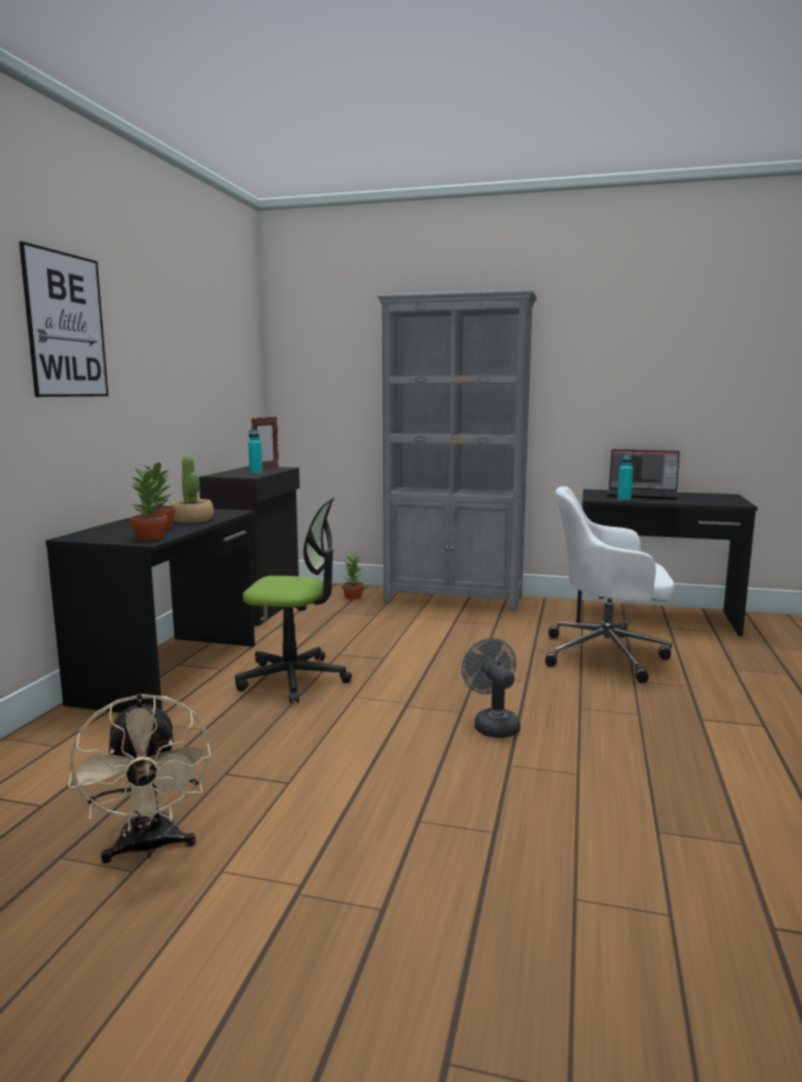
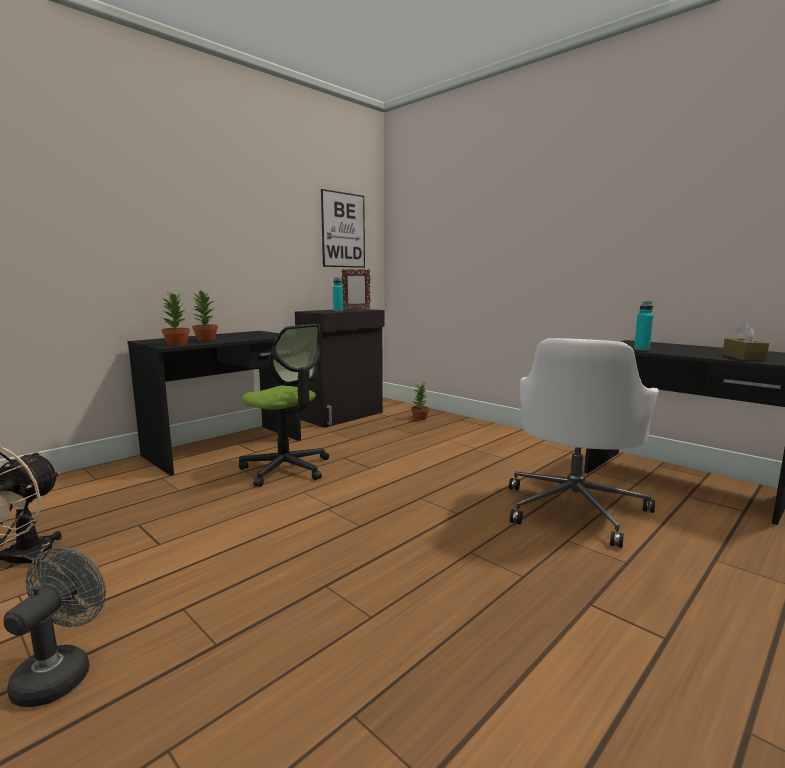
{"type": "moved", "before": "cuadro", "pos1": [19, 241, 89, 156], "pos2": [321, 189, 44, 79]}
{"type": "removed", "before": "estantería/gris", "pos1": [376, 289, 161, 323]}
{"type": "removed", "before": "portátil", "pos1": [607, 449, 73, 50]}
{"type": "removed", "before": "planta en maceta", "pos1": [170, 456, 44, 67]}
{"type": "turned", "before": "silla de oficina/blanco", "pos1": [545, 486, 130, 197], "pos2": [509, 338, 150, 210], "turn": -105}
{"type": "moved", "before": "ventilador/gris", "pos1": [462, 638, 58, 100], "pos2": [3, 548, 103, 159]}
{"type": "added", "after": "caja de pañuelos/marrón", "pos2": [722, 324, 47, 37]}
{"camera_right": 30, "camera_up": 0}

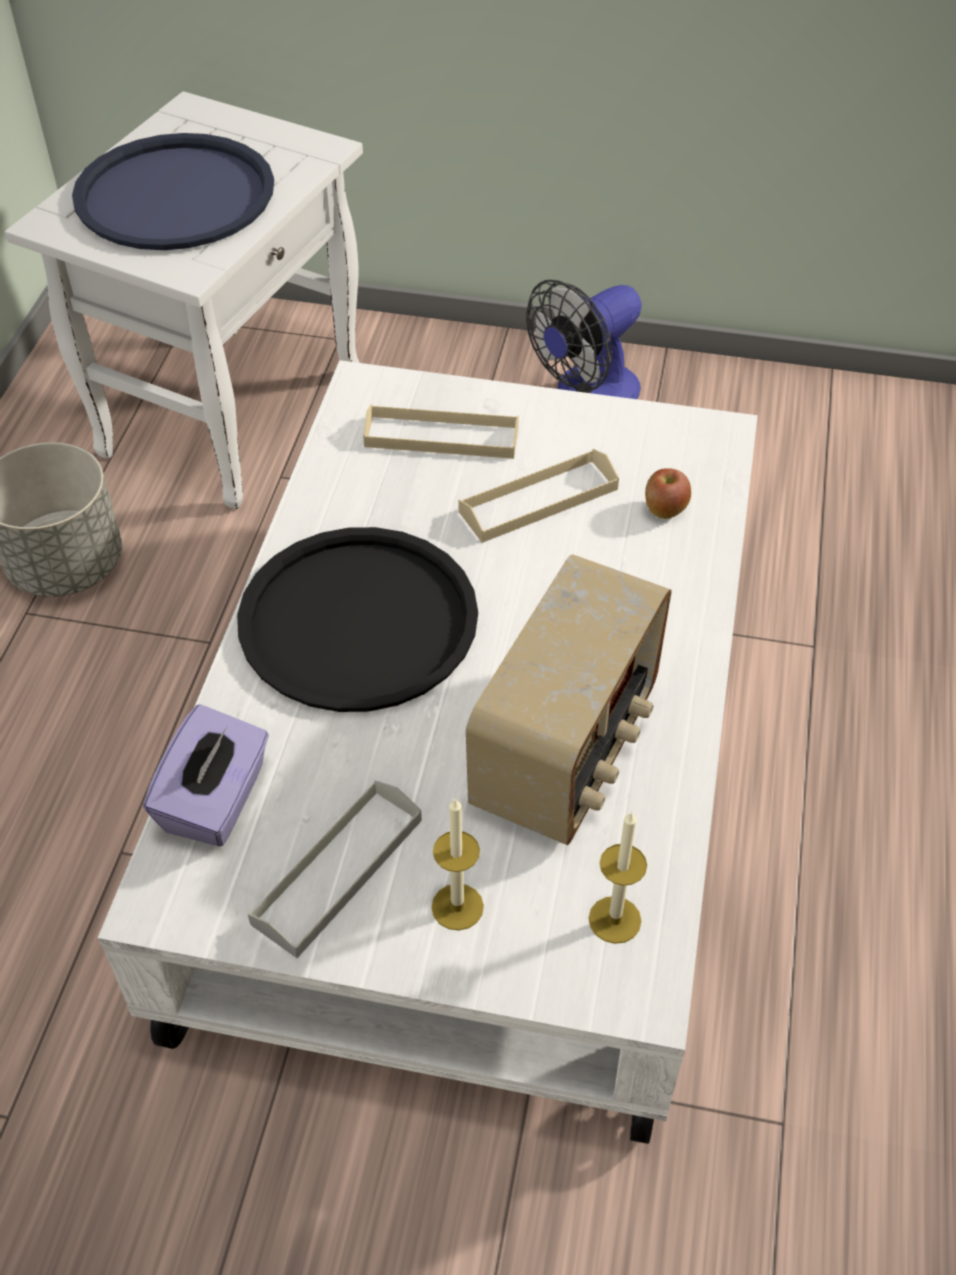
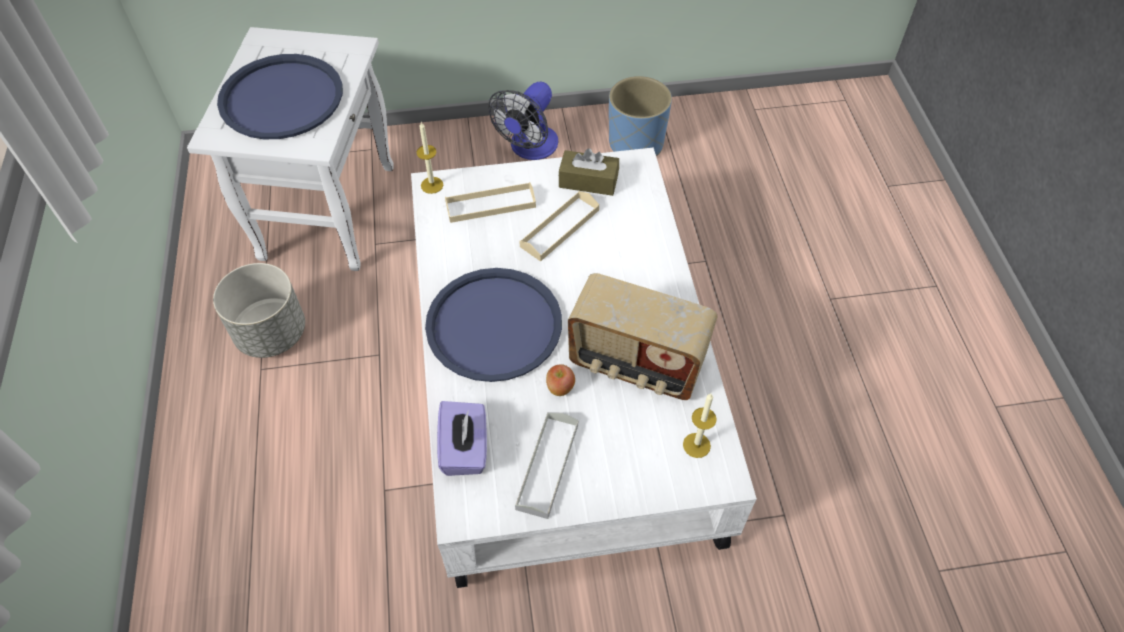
{"type": "moved", "before": "manzana", "pos1": [645, 468, 46, 51], "pos2": [546, 364, 29, 32]}
{"type": "recoloured", "before": "bandeja/negro", "after": "bandeja/azul", "pos1": [237, 527, 241, 185], "pos2": [425, 268, 137, 114]}
{"type": "turned", "before": "radio", "pos1": [466, 554, 205, 291], "pos2": [568, 273, 150, 127], "turn": 105}
{"type": "moved", "before": "vela", "pos1": [431, 798, 53, 133], "pos2": [416, 122, 27, 72]}
{"type": "added", "after": "maceta/azul", "pos2": [609, 76, 63, 80]}
{"type": "added", "after": "caja de pañuelos/marrón", "pos2": [559, 148, 60, 48]}
{"camera_right": -20, "camera_up": 5}

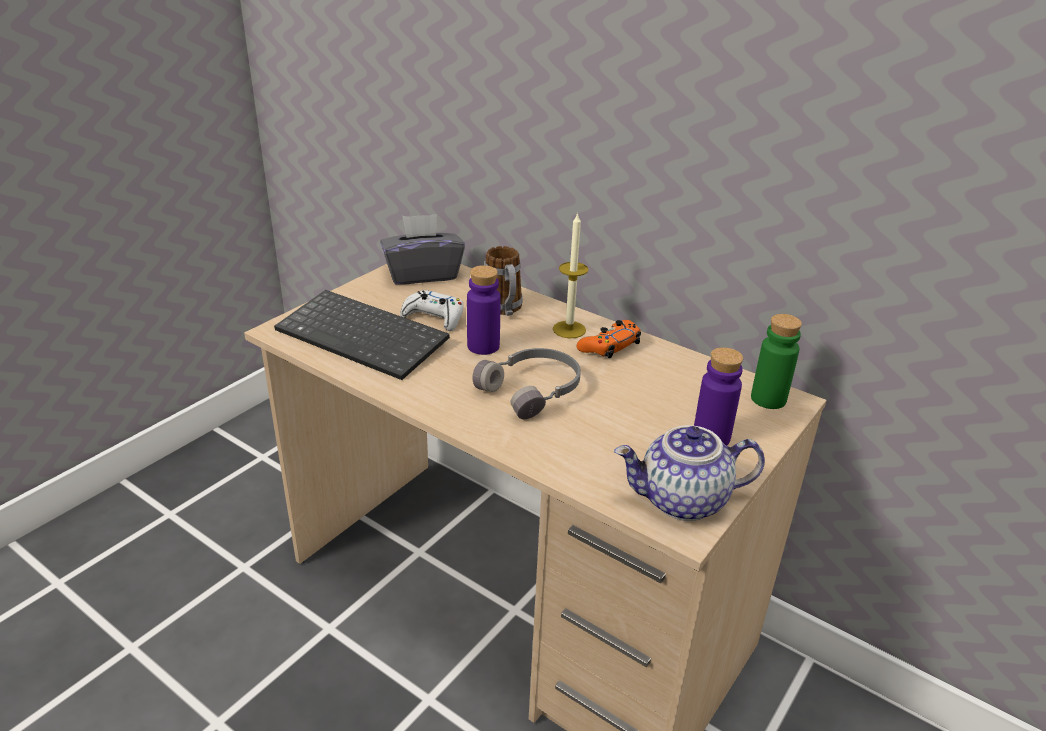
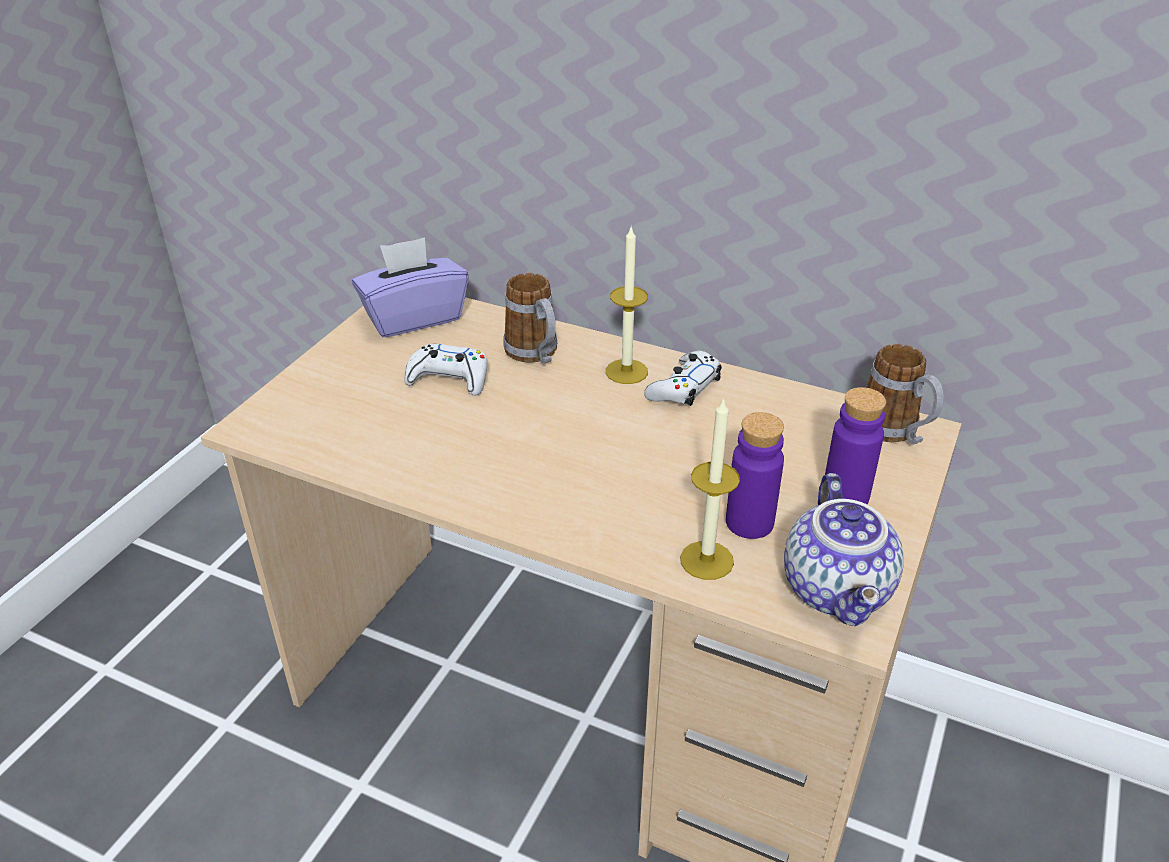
{"type": "recoloured", "before": "caja de pañuelos/gris", "after": "caja de pañuelos/morado", "pos1": [380, 214, 85, 71], "pos2": [352, 237, 117, 100]}
{"type": "moved", "before": "botella/morado", "pos1": [467, 265, 34, 90], "pos2": [726, 412, 58, 127]}
{"type": "removed", "before": "teclado", "pos1": [274, 290, 176, 90]}
{"type": "replaced", "before": "botella/verde", "after": "taza grande", "pos1": [751, 314, 51, 95], "pos2": [867, 344, 77, 101]}
{"type": "recoloured", "before": "mando de consola/naranja", "after": "mando de consola/blanco", "pos1": [577, 320, 64, 38], "pos2": [644, 351, 78, 55]}
{"type": "removed", "before": "auriculares/gris", "pos1": [473, 348, 108, 71]}
{"type": "turned", "before": "tetera", "pos1": [614, 425, 151, 96], "pos2": [784, 473, 120, 153], "turn": -75}
{"type": "added", "after": "vela", "pos2": [680, 397, 60, 183]}
{"camera_right": -10, "camera_up": 5}

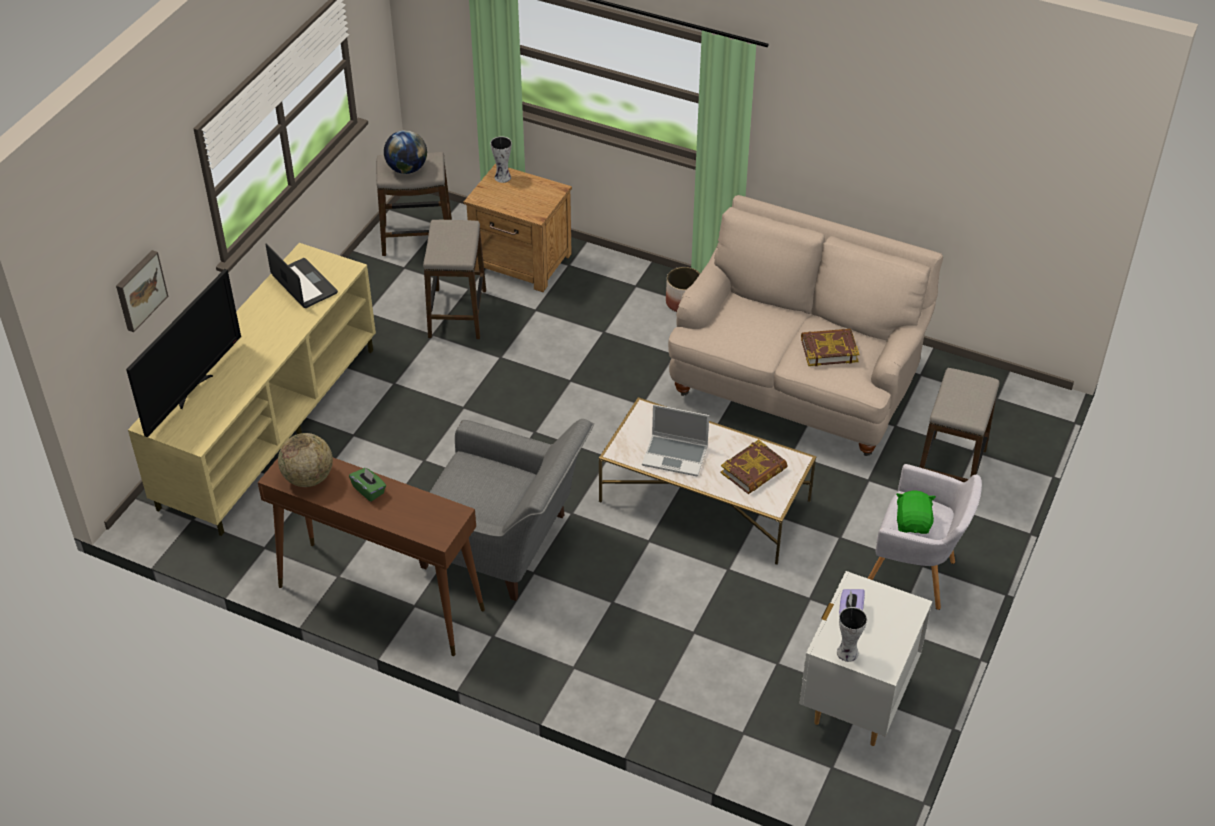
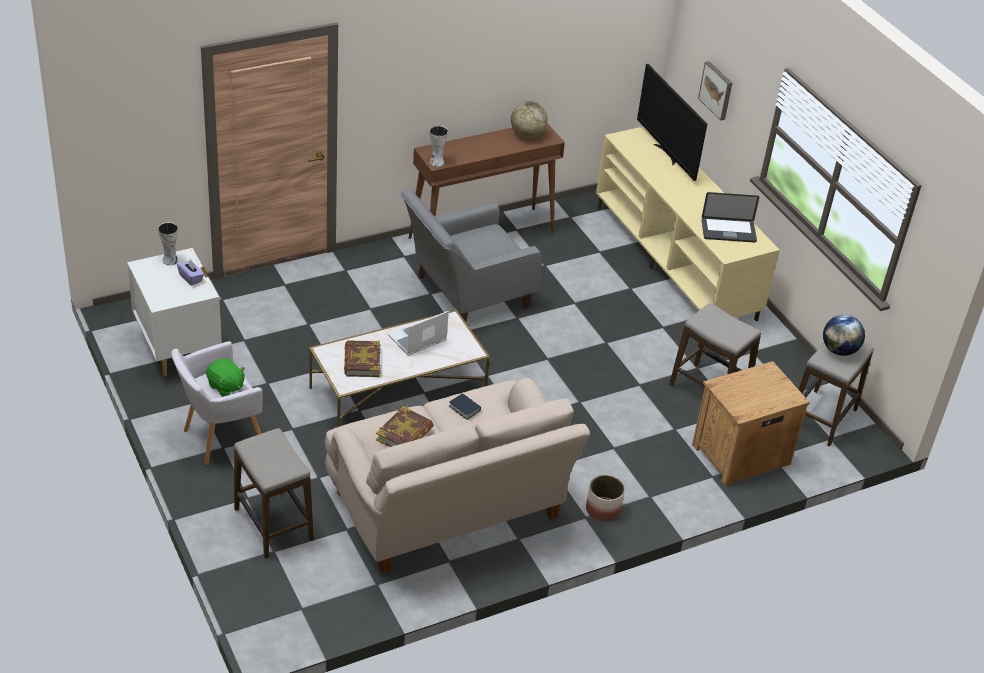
{"type": "moved", "before": "florero", "pos1": [490, 136, 22, 47], "pos2": [430, 126, 18, 41]}
{"type": "removed", "before": "caja de pañuelos/verde", "pos1": [349, 467, 37, 35]}
{"type": "added", "after": "libro", "pos2": [449, 393, 32, 27]}
{"camera_right": 125, "camera_up": -5}

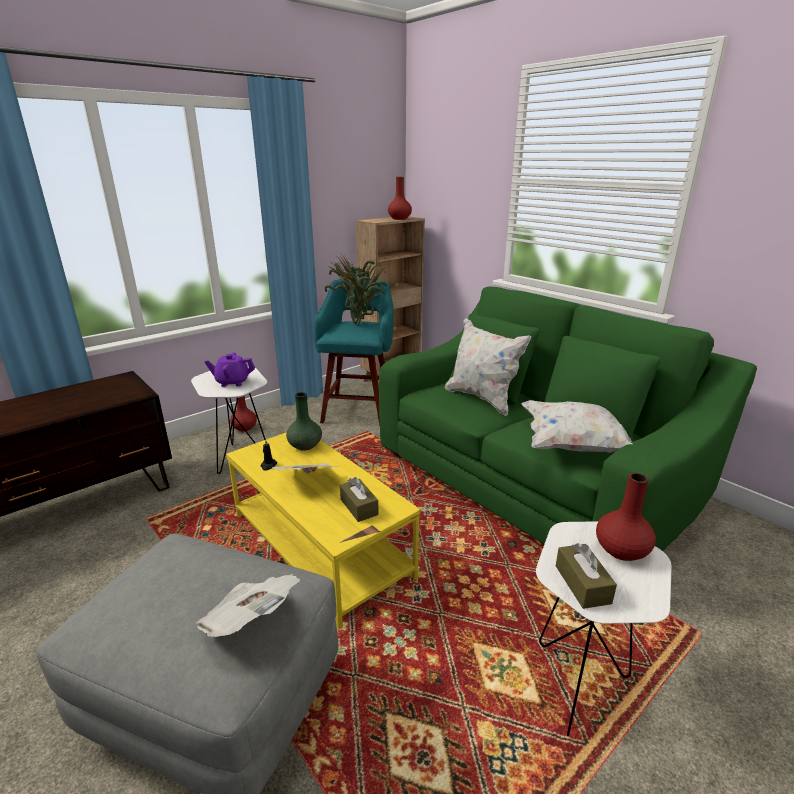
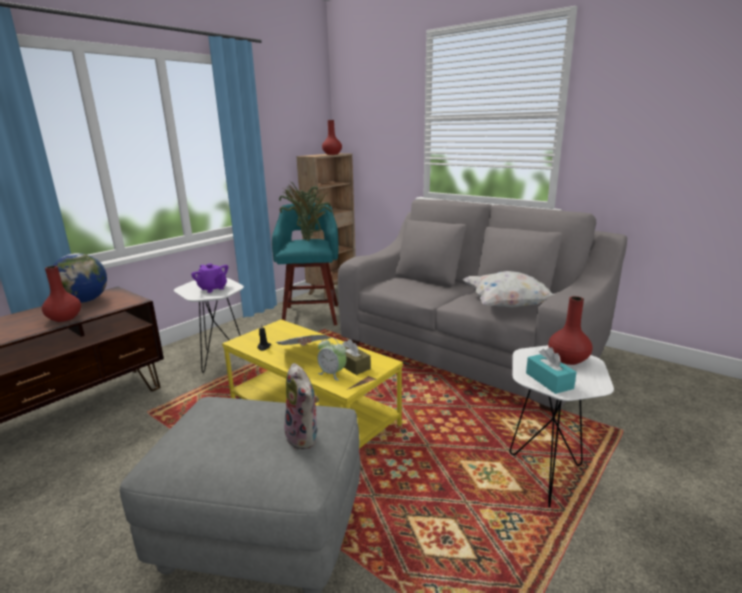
{"type": "recoloured", "before": "sofá/verde", "after": "sofá/gris", "pos1": [379, 286, 378, 265], "pos2": [338, 199, 289, 213]}
{"type": "removed", "before": "cojín/blanco", "pos1": [445, 318, 86, 98]}
{"type": "turned", "before": "tetera/morado", "pos1": [205, 353, 50, 34], "pos2": [191, 264, 37, 29], "turn": -120}
{"type": "removed", "before": "florero/verde", "pos1": [286, 392, 36, 59]}
{"type": "moved", "before": "florero/rojo", "pos1": [230, 396, 27, 35], "pos2": [42, 266, 39, 56]}
{"type": "recoloured", "before": "caja de pañuelos/marrón", "after": "caja de pañuelos/turquesa", "pos1": [556, 543, 61, 66], "pos2": [526, 347, 51, 47]}
{"type": "replaced", "before": "periódico", "after": "peluche", "pos1": [196, 574, 104, 63], "pos2": [284, 363, 35, 86]}
{"type": "added", "after": "globo terráqueo", "pos2": [53, 253, 54, 50]}
{"type": "added", "after": "despertador", "pos2": [317, 337, 30, 44]}
{"camera_right": -10, "camera_up": -5}

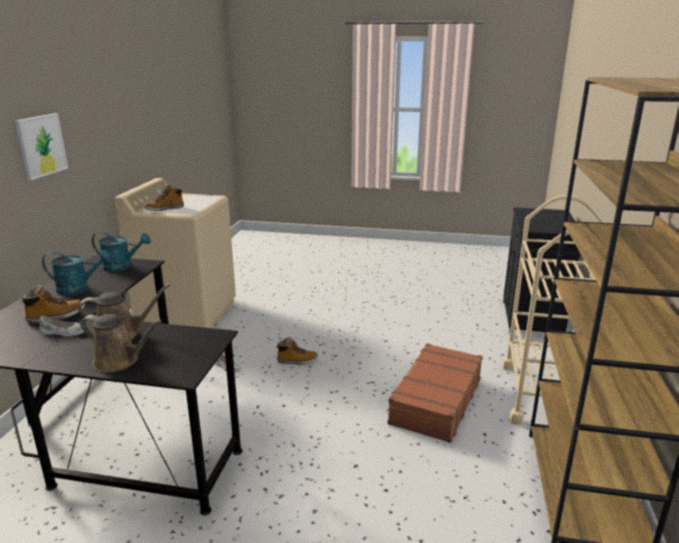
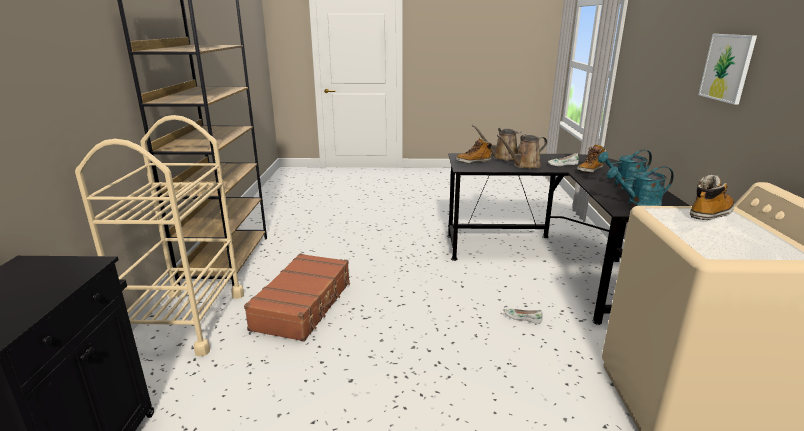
{"type": "moved", "before": "bota", "pos1": [276, 337, 42, 28], "pos2": [456, 137, 36, 26]}
{"camera_right": 170, "camera_up": 0}

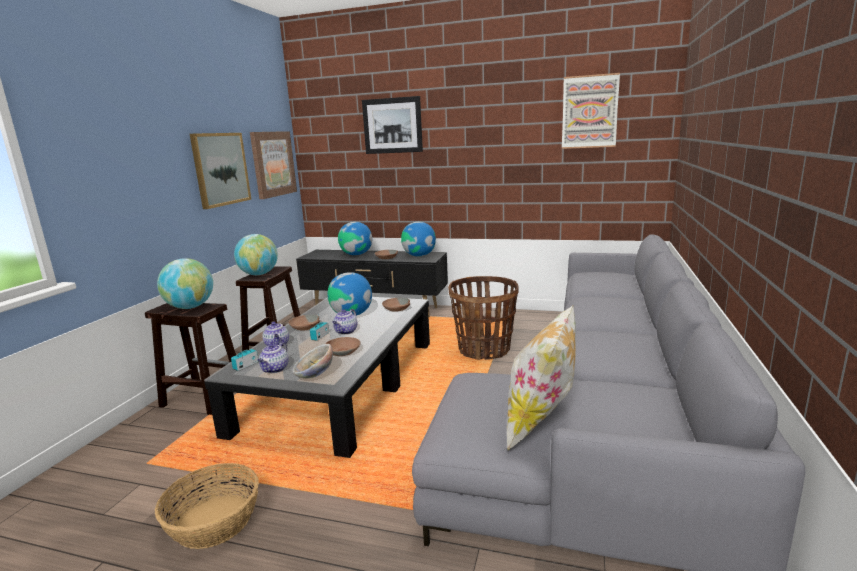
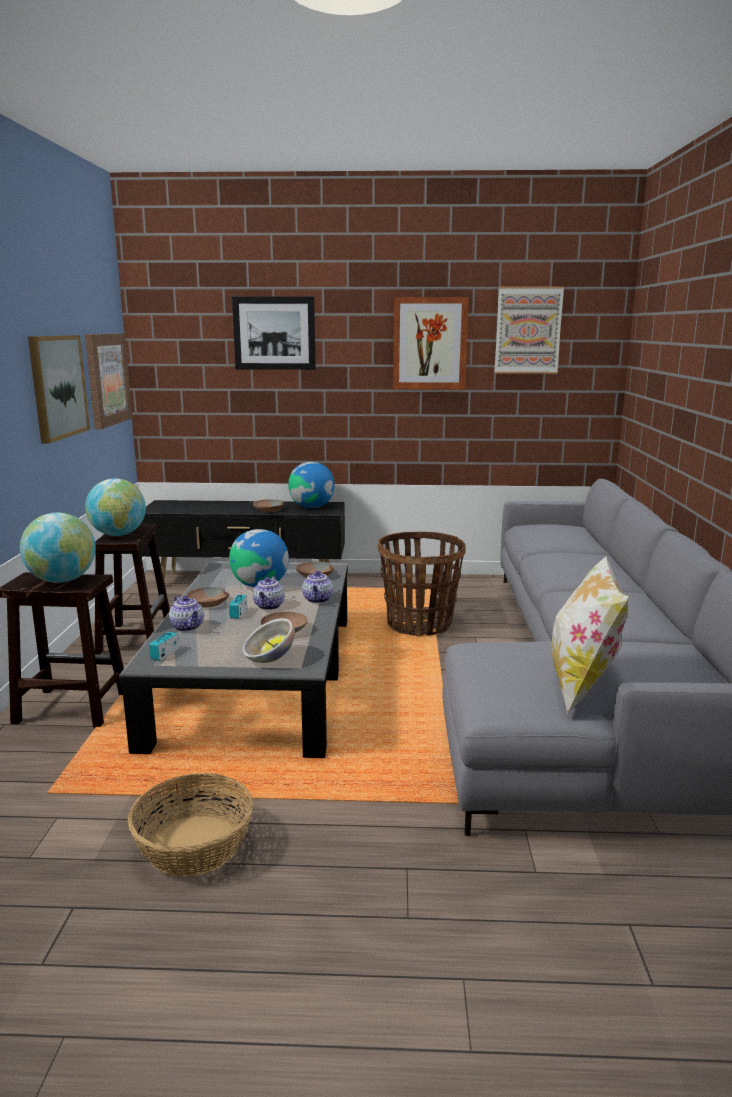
{"type": "removed", "before": "globo terráqueo", "pos1": [338, 222, 34, 33]}
{"type": "moved", "before": "tetera", "pos1": [258, 342, 31, 31], "pos2": [302, 571, 31, 32]}
{"type": "added", "after": "cuadro", "pos2": [393, 297, 76, 93]}
{"camera_right": -15, "camera_up": 0}

